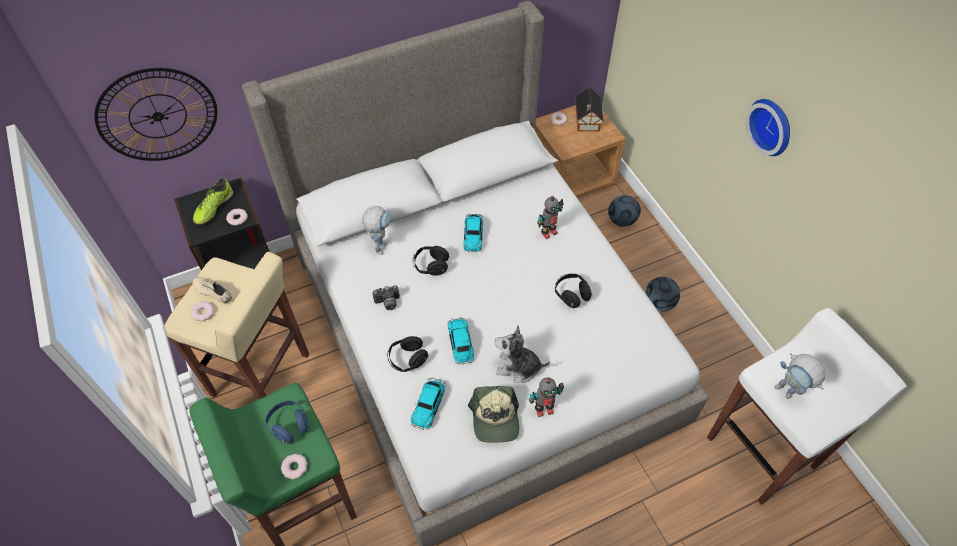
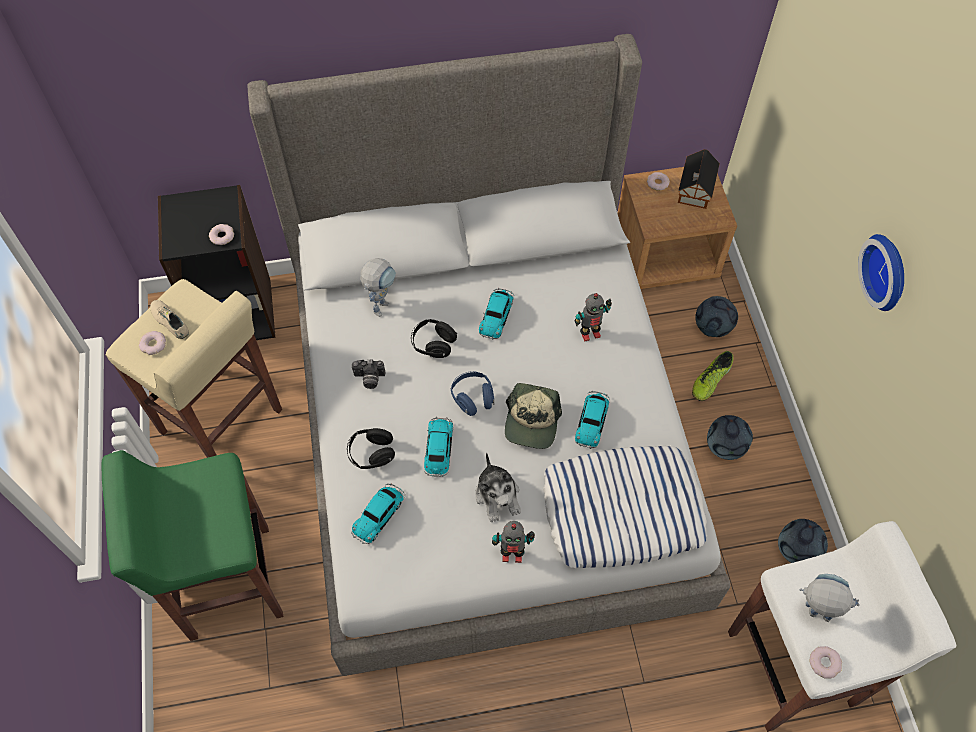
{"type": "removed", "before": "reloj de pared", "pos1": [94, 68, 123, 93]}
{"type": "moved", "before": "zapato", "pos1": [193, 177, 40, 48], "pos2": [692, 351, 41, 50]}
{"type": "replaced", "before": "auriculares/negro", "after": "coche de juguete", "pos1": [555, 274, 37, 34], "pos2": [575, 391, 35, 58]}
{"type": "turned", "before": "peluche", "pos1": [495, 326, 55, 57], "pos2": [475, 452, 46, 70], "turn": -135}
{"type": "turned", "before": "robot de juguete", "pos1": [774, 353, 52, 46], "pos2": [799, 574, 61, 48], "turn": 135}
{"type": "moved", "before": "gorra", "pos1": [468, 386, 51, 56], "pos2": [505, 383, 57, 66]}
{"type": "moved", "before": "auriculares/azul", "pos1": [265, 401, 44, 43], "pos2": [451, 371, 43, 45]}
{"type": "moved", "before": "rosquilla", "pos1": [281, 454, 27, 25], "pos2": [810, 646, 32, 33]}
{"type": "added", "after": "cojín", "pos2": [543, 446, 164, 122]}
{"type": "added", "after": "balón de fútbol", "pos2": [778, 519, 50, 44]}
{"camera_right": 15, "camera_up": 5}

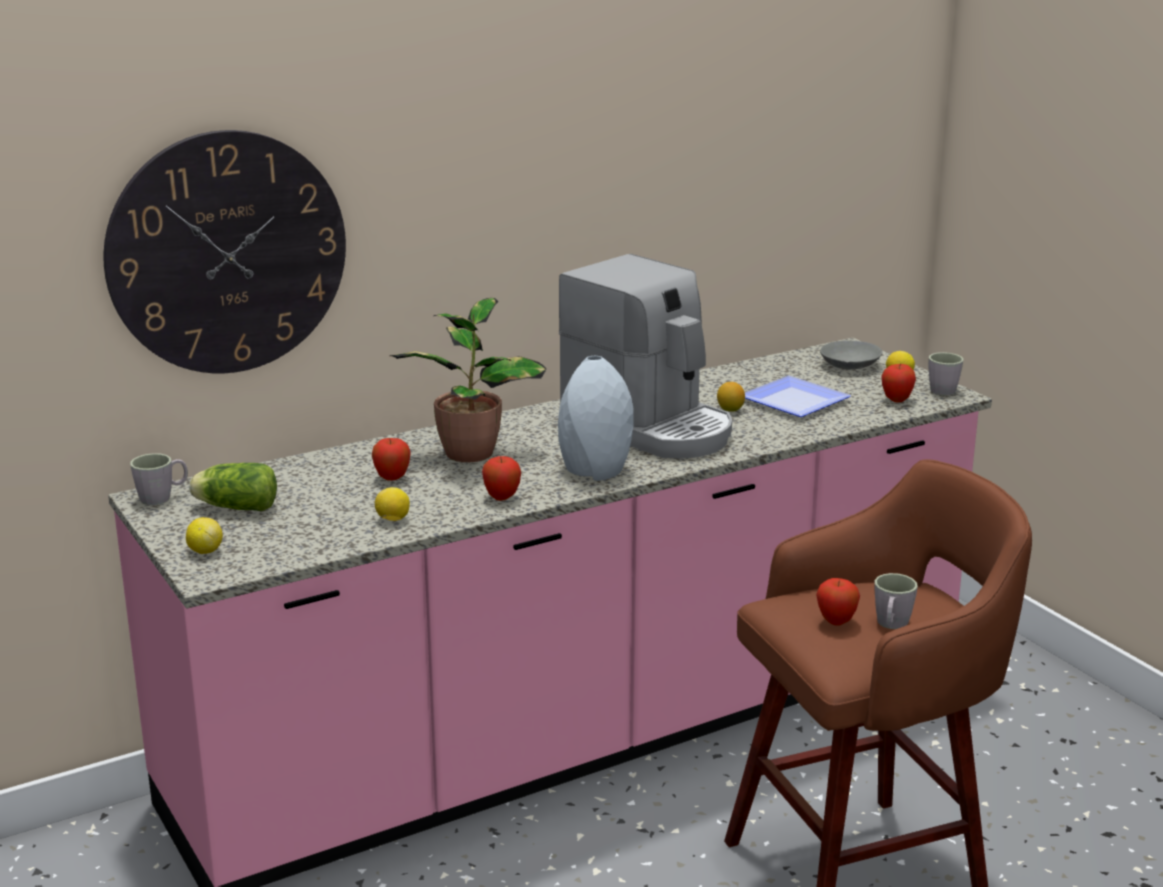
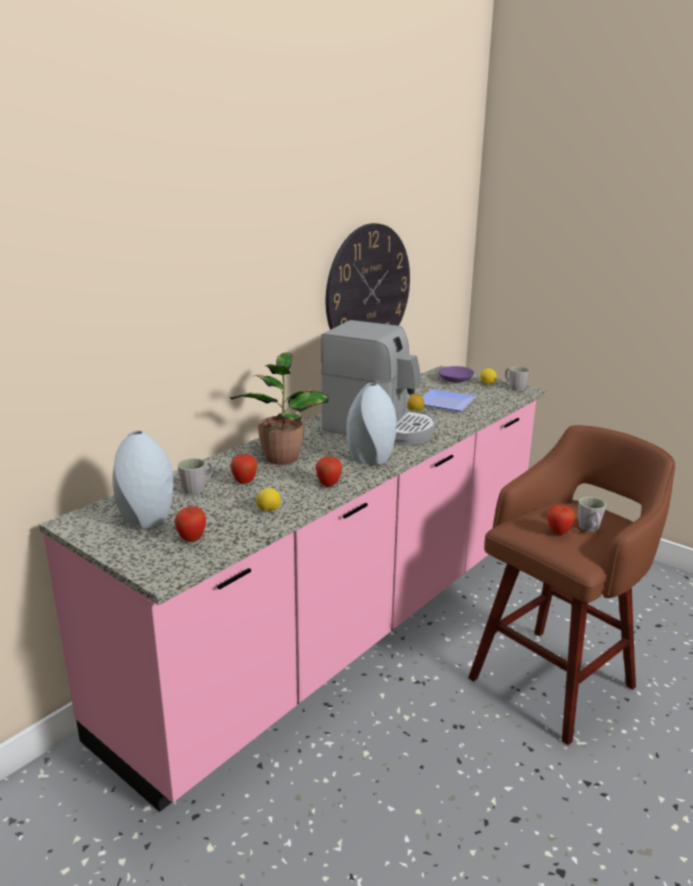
{"type": "moved", "before": "reloj de pared", "pos1": [103, 130, 243, 243], "pos2": [326, 223, 84, 107]}
{"type": "recoloured", "before": "cuenco/gris", "after": "cuenco/morado", "pos1": [820, 341, 62, 29], "pos2": [438, 366, 36, 17]}
{"type": "moved", "before": "manzana", "pos1": [881, 364, 35, 38], "pos2": [174, 506, 32, 36]}
{"type": "moved", "before": "taza grande/gris", "pos1": [130, 453, 58, 52], "pos2": [178, 458, 35, 36]}
{"type": "replaced", "before": "lechuga", "after": "florero/gris", "pos1": [189, 463, 88, 48], "pos2": [112, 431, 61, 98]}
{"type": "removed", "before": "limón", "pos1": [186, 517, 37, 37]}
{"camera_right": -20, "camera_up": 0}

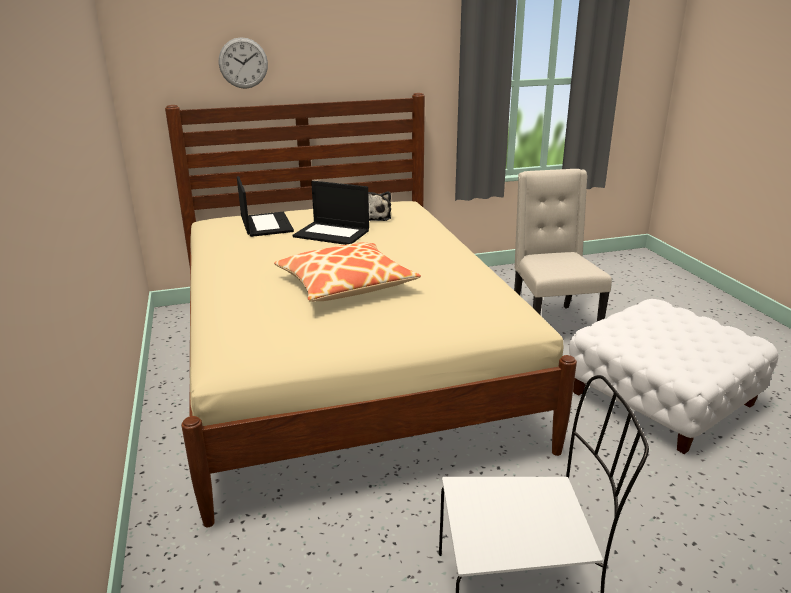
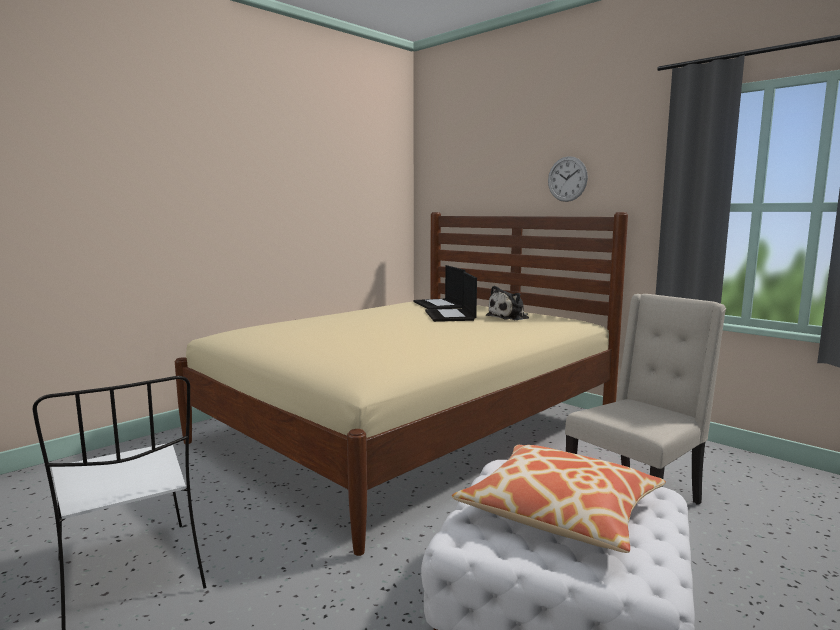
{"type": "moved", "before": "reloj de pared", "pos1": [219, 37, 49, 52], "pos2": [548, 156, 40, 46]}
{"type": "turned", "before": "portátil", "pos1": [237, 176, 57, 61], "pos2": [413, 265, 52, 44], "turn": 120}
{"type": "moved", "before": "cojín", "pos1": [274, 242, 147, 60], "pos2": [452, 445, 214, 108]}
{"camera_right": 60, "camera_up": -15}

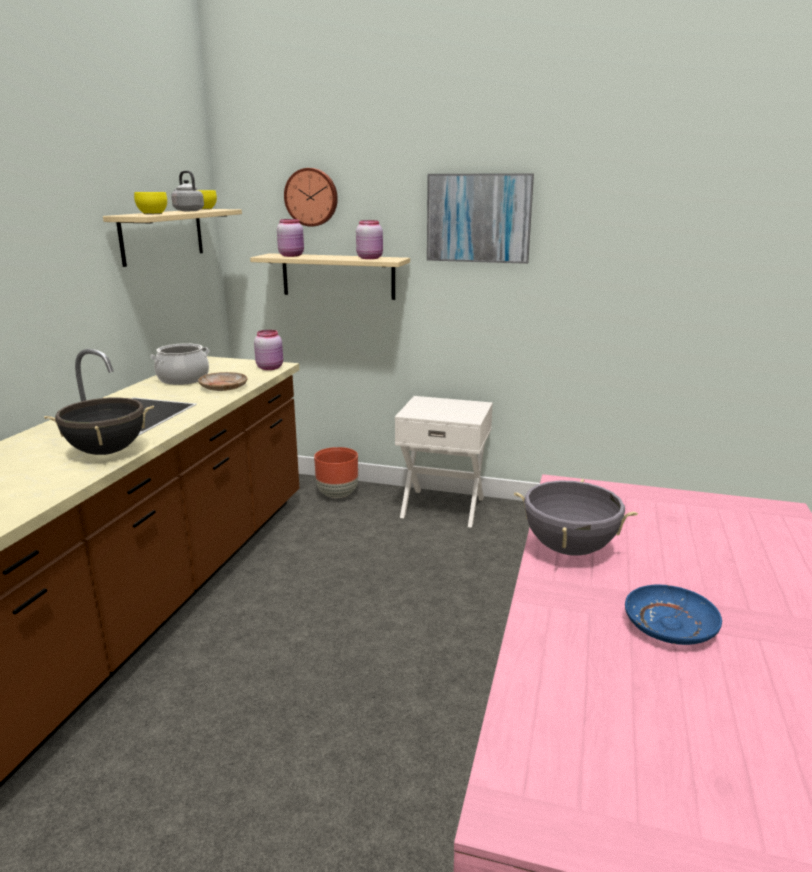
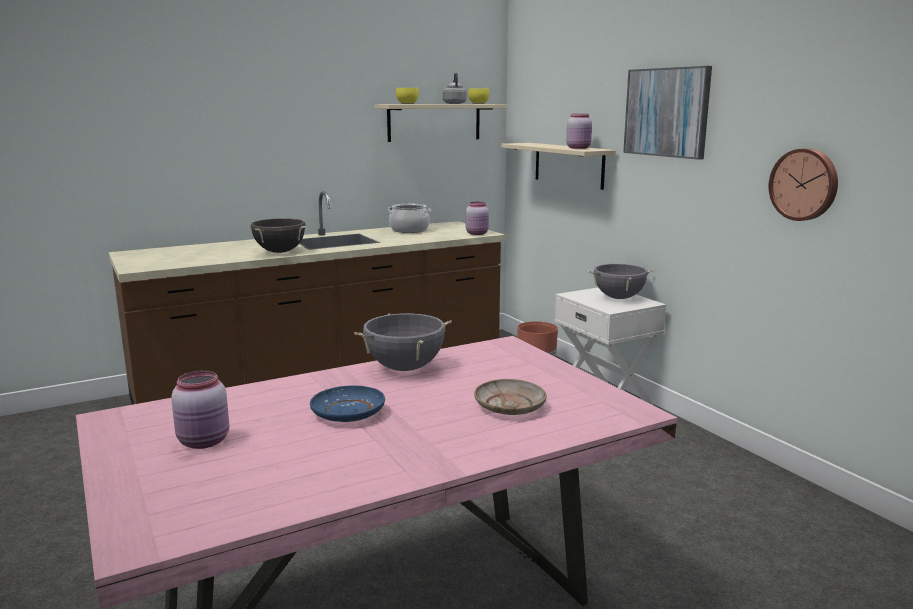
{"type": "moved", "before": "reloj de pared", "pos1": [284, 168, 54, 59], "pos2": [769, 148, 69, 73]}
{"type": "moved", "before": "tarro/rosa", "pos1": [277, 219, 27, 38], "pos2": [171, 371, 58, 78]}
{"type": "moved", "before": "plato/beis", "pos1": [198, 372, 49, 19], "pos2": [474, 379, 73, 36]}
{"type": "added", "after": "olla/gris", "pos2": [588, 263, 65, 36]}
{"camera_right": 45, "camera_up": -5}

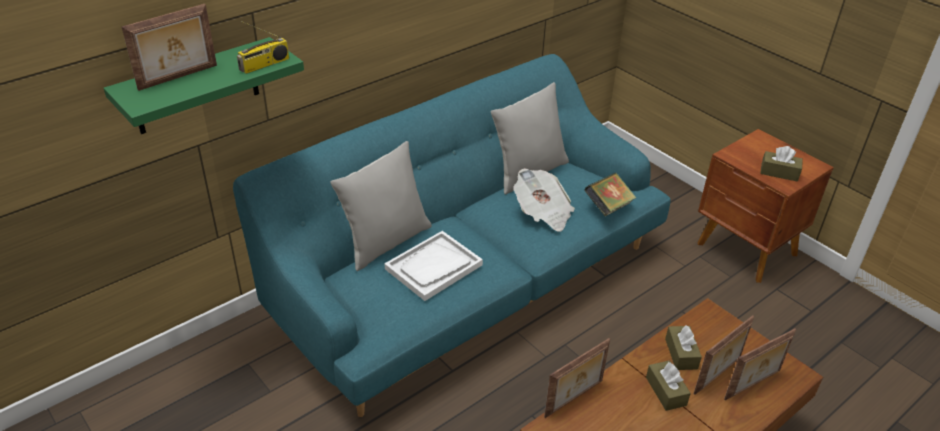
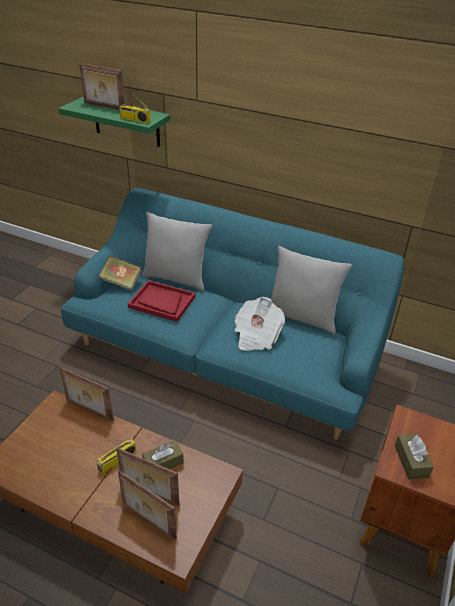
{"type": "moved", "before": "libro", "pos1": [584, 172, 52, 44], "pos2": [98, 256, 45, 35]}
{"type": "recoloured", "before": "bandeja/blanco", "after": "bandeja/rojo", "pos1": [385, 231, 98, 70], "pos2": [128, 280, 68, 42]}
{"type": "replaced", "before": "caja de pañuelos/marrón", "after": "radio", "pos1": [646, 360, 45, 51], "pos2": [97, 438, 39, 35]}
{"camera_right": 65, "camera_up": 0}

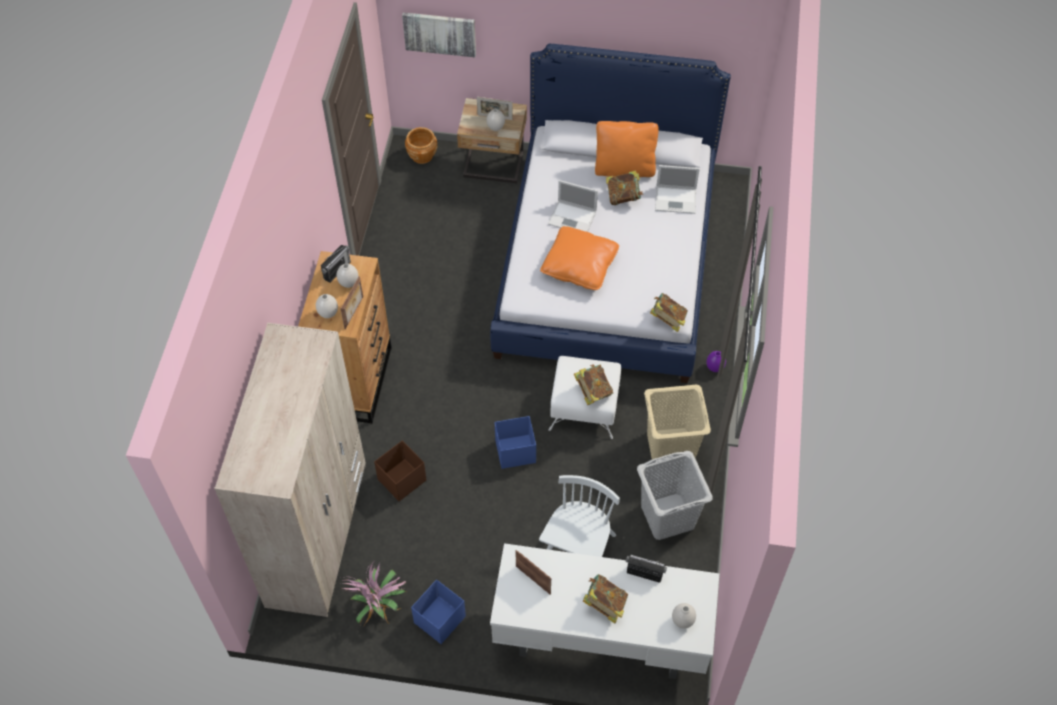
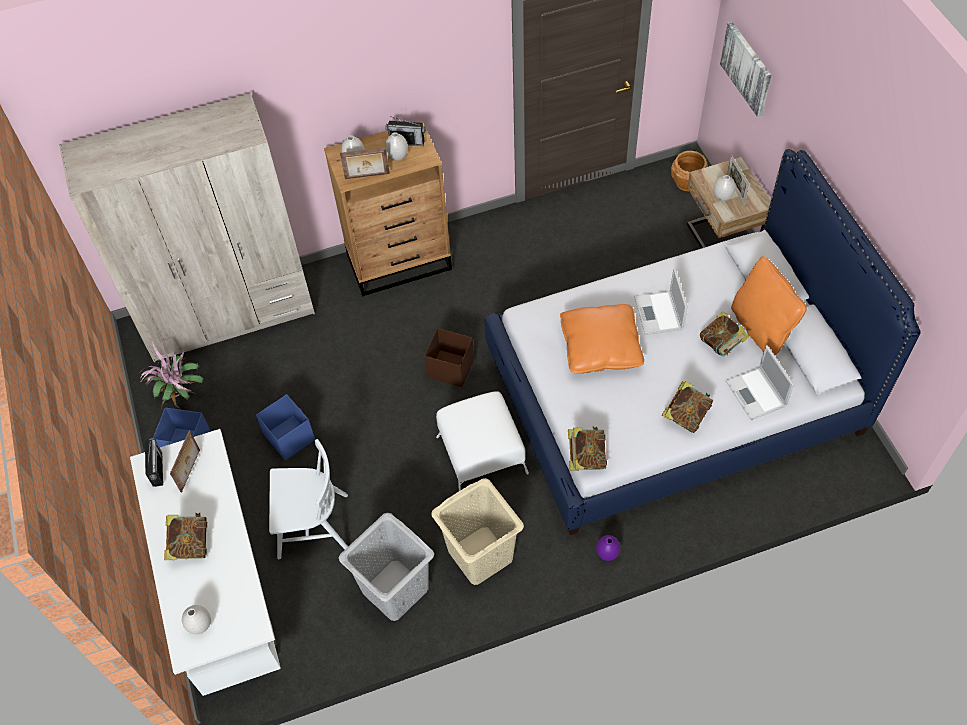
{"type": "moved", "before": "libro", "pos1": [574, 365, 39, 40], "pos2": [662, 381, 51, 52]}
{"type": "moved", "before": "caja de almacenaje/azul", "pos1": [495, 416, 41, 53], "pos2": [256, 394, 59, 67]}
{"type": "moved", "before": "caja de almacenaje/marrón", "pos1": [374, 441, 52, 60], "pos2": [424, 328, 50, 59]}
{"type": "moved", "before": "radio", "pos1": [626, 554, 41, 29], "pos2": [145, 438, 18, 49]}
{"camera_right": 65, "camera_up": 0}

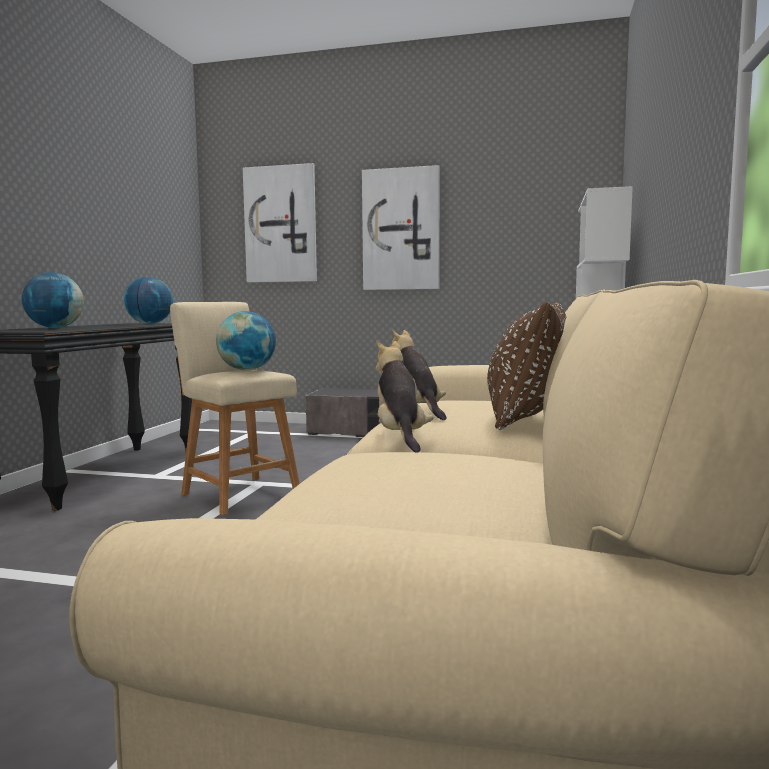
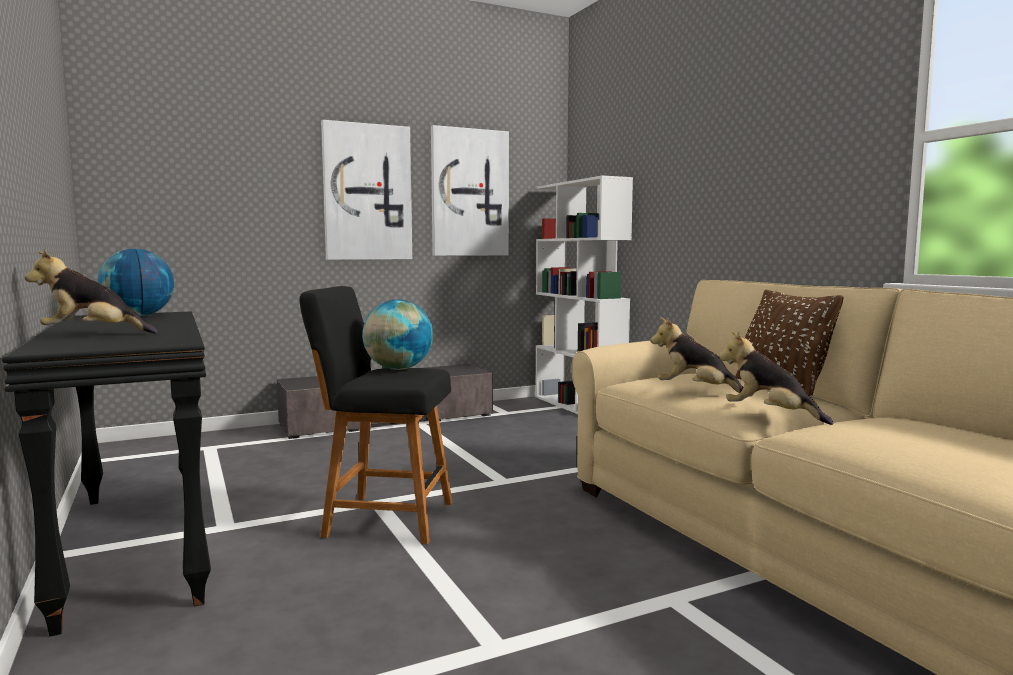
{"type": "moved", "before": "cuadro", "pos1": [243, 163, 74, 120], "pos2": [431, 125, 78, 131]}
{"type": "replaced", "before": "globo terráqueo", "after": "peluche", "pos1": [22, 272, 62, 56], "pos2": [25, 249, 133, 84]}
{"type": "recoloured", "before": "taburete/beis", "after": "taburete/negro", "pos1": [170, 302, 130, 213], "pos2": [299, 286, 154, 258]}
{"camera_right": -40, "camera_up": 0}

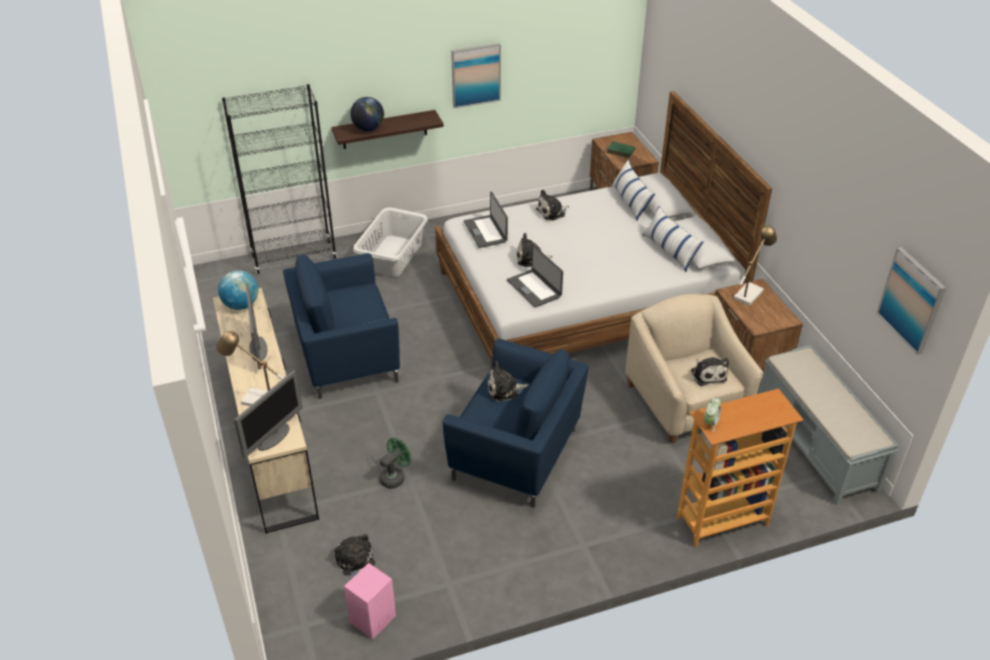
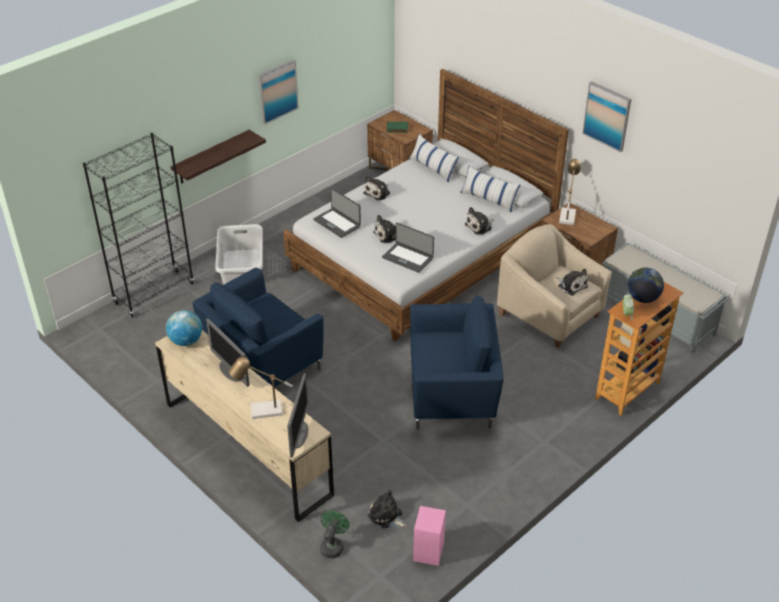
{"type": "moved", "before": "globo terráqueo", "pos1": [350, 97, 34, 34], "pos2": [628, 268, 36, 35]}
{"type": "moved", "before": "cuadro", "pos1": [877, 247, 69, 108], "pos2": [582, 81, 49, 71]}
{"type": "moved", "before": "peluche", "pos1": [487, 361, 42, 41], "pos2": [465, 207, 28, 28]}
{"type": "moved", "before": "ventilador/verde", "pos1": [379, 438, 32, 51], "pos2": [320, 510, 30, 48]}
{"camera_right": -25, "camera_up": 0}

